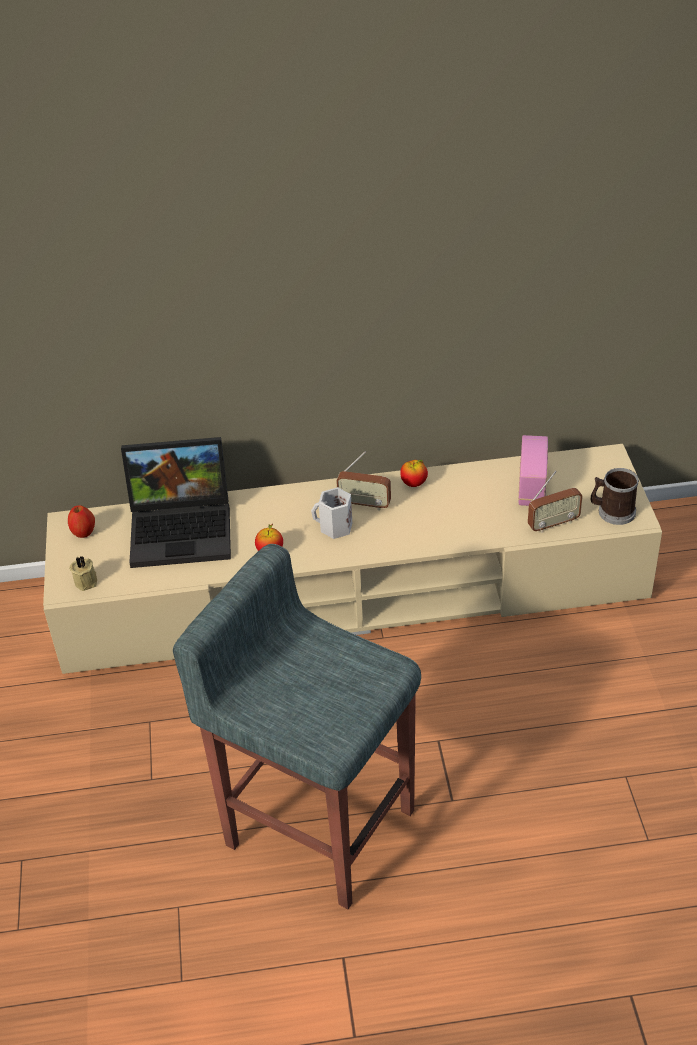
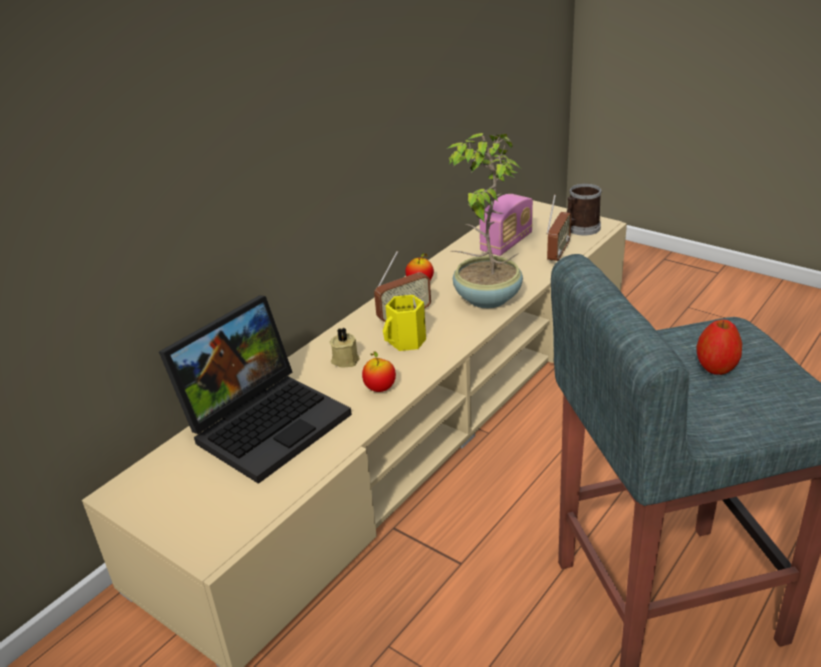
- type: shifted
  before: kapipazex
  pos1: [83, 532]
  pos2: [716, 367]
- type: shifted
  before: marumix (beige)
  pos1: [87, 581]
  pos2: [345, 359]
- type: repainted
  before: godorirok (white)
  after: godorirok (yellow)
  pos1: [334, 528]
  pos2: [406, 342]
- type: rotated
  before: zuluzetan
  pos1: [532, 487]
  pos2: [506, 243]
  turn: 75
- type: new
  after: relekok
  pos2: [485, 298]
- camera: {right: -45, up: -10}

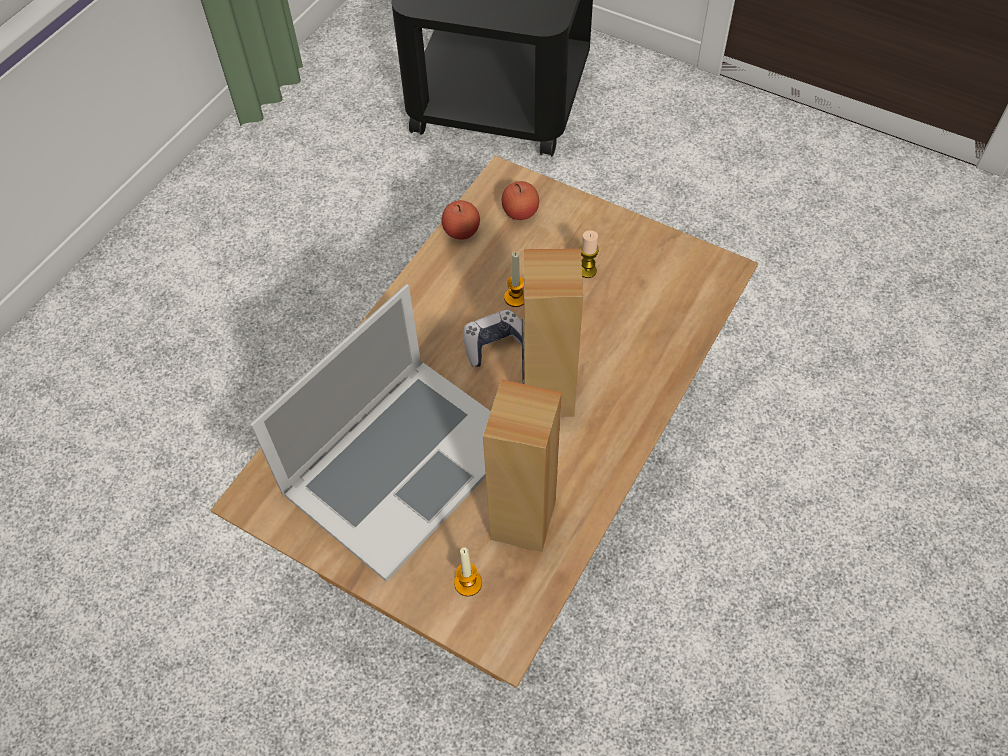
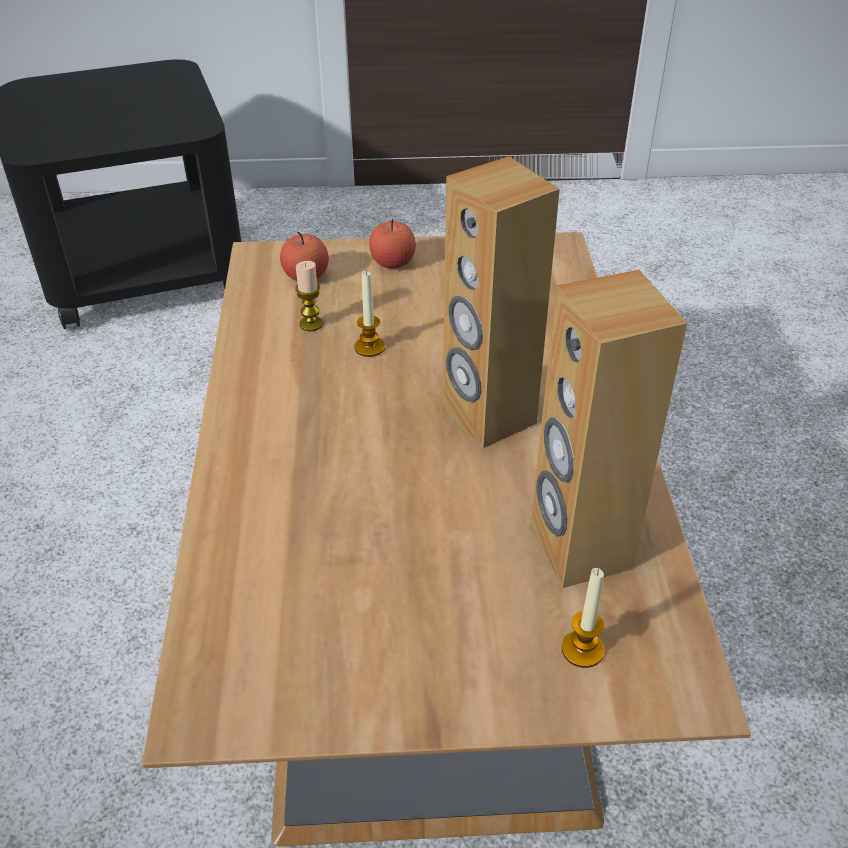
- type: gone
  before: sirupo
  pos1: [401, 463]
- type: shifted
  before: kapipazex
  pos1: [461, 231]
  pos2: [392, 262]
- type: gone
  before: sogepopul
  pos1: [495, 343]
- type: shifted
  before: marumix
  pos1: [587, 271]
  pos2: [311, 324]
- camera: {right: -35, up: -15}

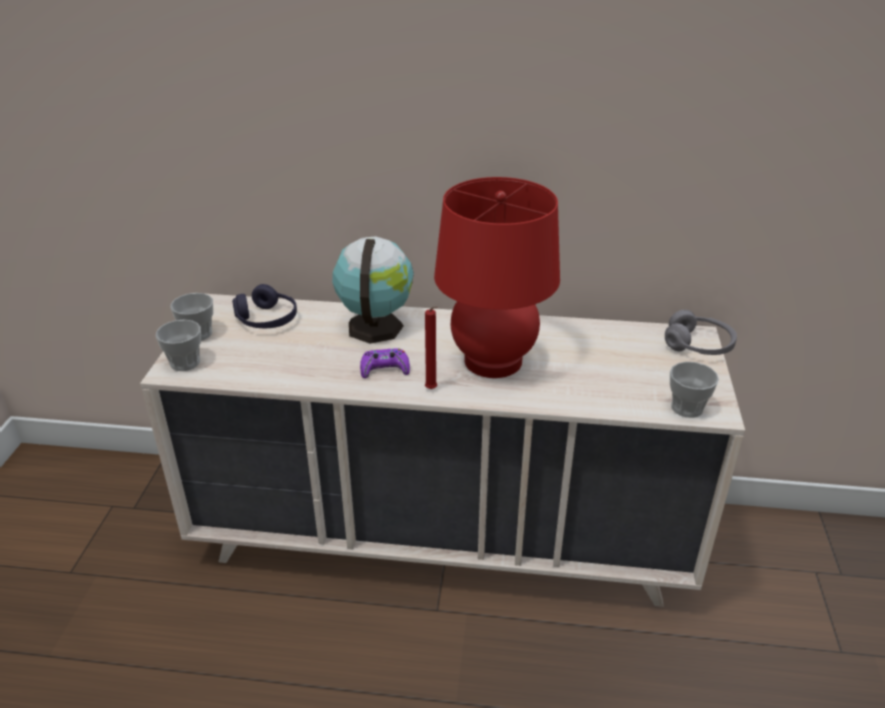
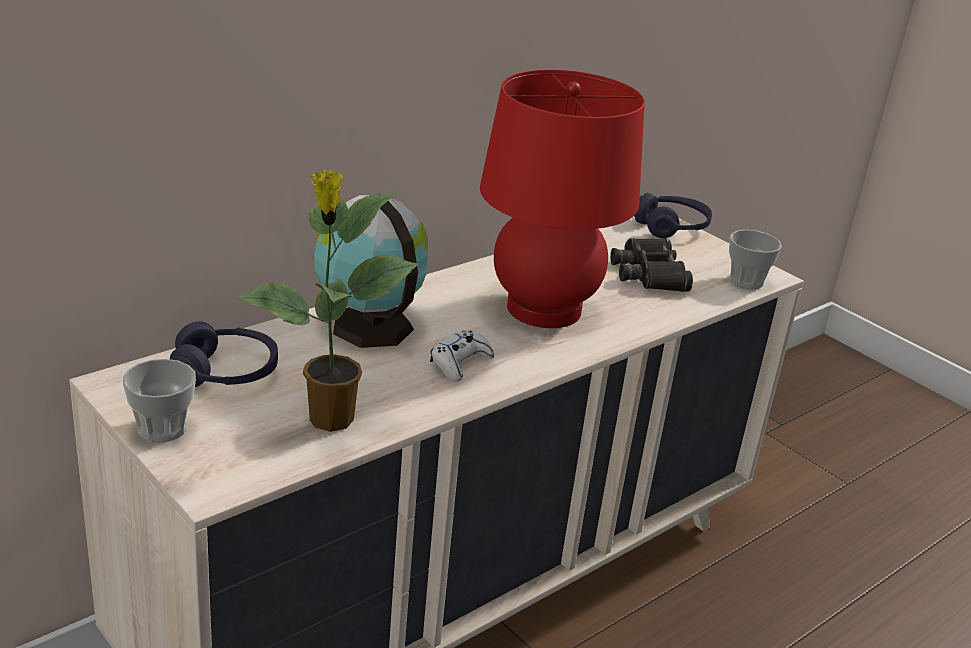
- type: gone
  before: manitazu
  pos1: [185, 363]
- type: repainted
  before: sogepopul (purple)
  after: sogepopul (white)
  pos1: [384, 369]
  pos2: [460, 363]
- type: gone
  before: marumix (red)
  pos1: [432, 390]
- type: repainted
  before: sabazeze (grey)
  after: sabazeze (purple)
  pos1: [698, 345]
  pos2: [671, 227]
- type: new
  after: relekok
  pos2: [329, 420]
- type: new
  after: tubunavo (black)
  pos2: [650, 273]
- camera: {right: -50, up: -5}

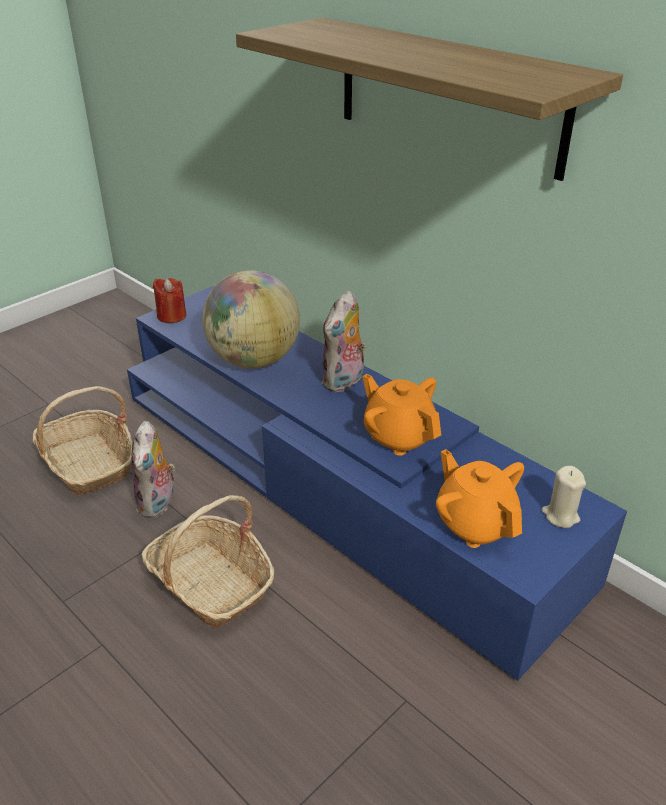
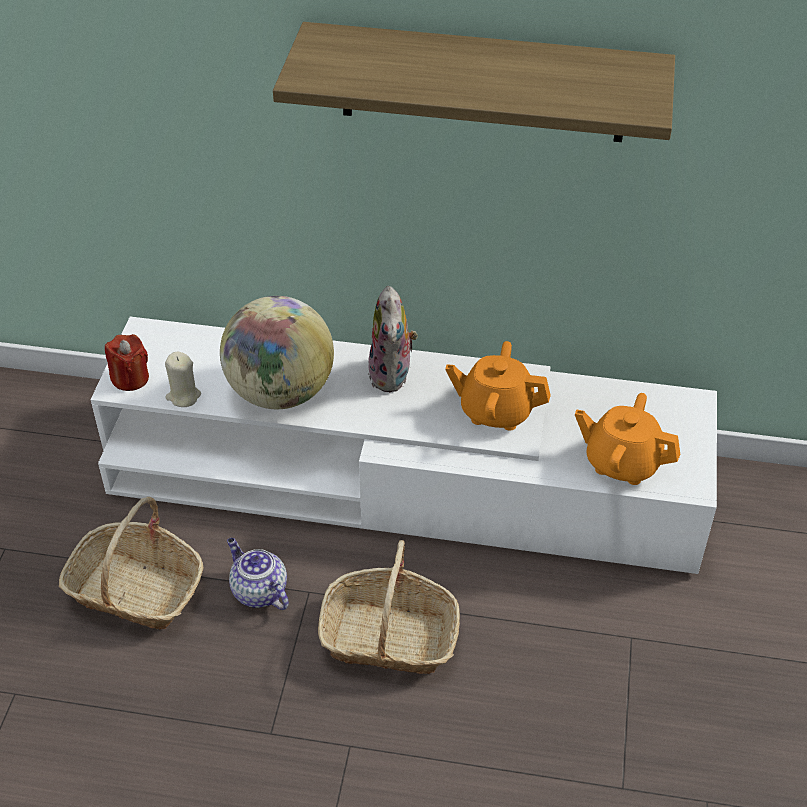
- type: repainted
  before: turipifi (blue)
  after: turipifi (white)
  pos1: [333, 482]
  pos2: [403, 479]
- type: swapped
  before: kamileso
  after: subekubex
  pos1: [158, 503]
  pos2: [258, 591]
- type: shifted
  before: marumix (beige)
  pos1: [560, 515]
  pos2: [183, 396]
- camera: {right: -35, up: 10}

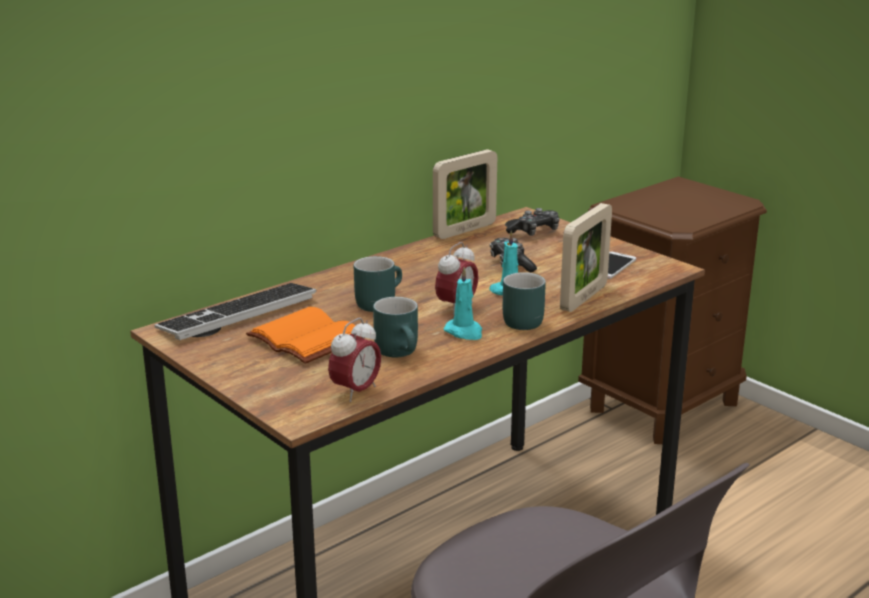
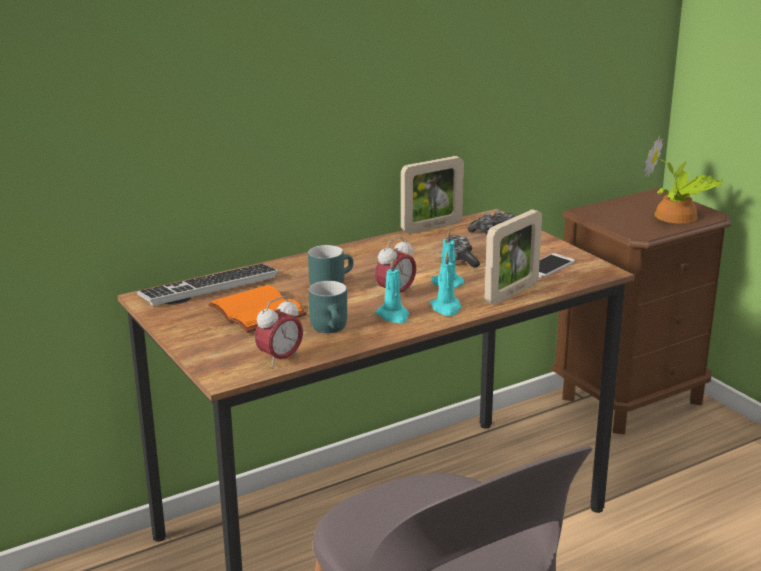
- type: swapped
  before: godorirok (turquoise)
  after: marumix (turquoise)
  pos1: [519, 319]
  pos2: [446, 308]
- type: new
  after: relekok
  pos2: [677, 217]
- camera: {right: 10, up: 0}

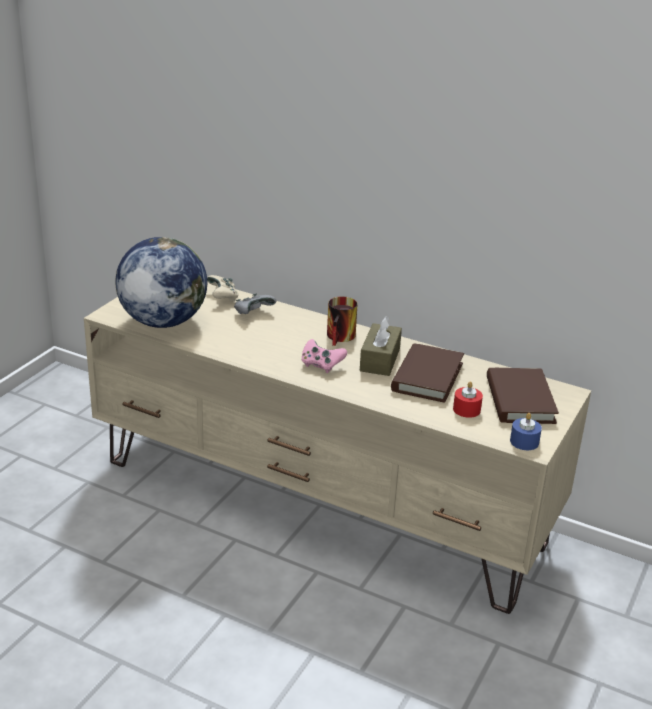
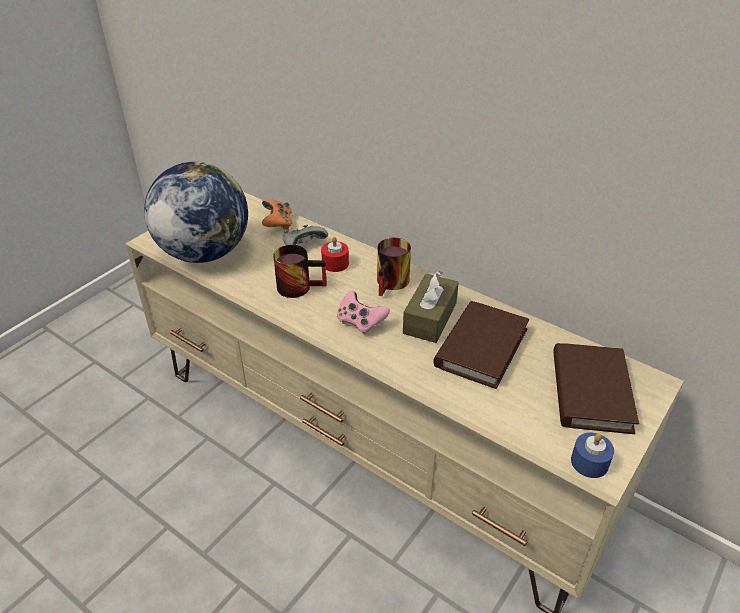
- type: repainted
  before: sogepopul (beige)
  after: sogepopul (orange)
  pos1: [223, 297]
  pos2: [277, 224]
- type: shifted
  before: marumix (red)
  pos1: [466, 409]
  pos2: [335, 263]
- type: new
  after: godorirok
  pos2: [300, 285]
- camera: {right: 10, up: 10}

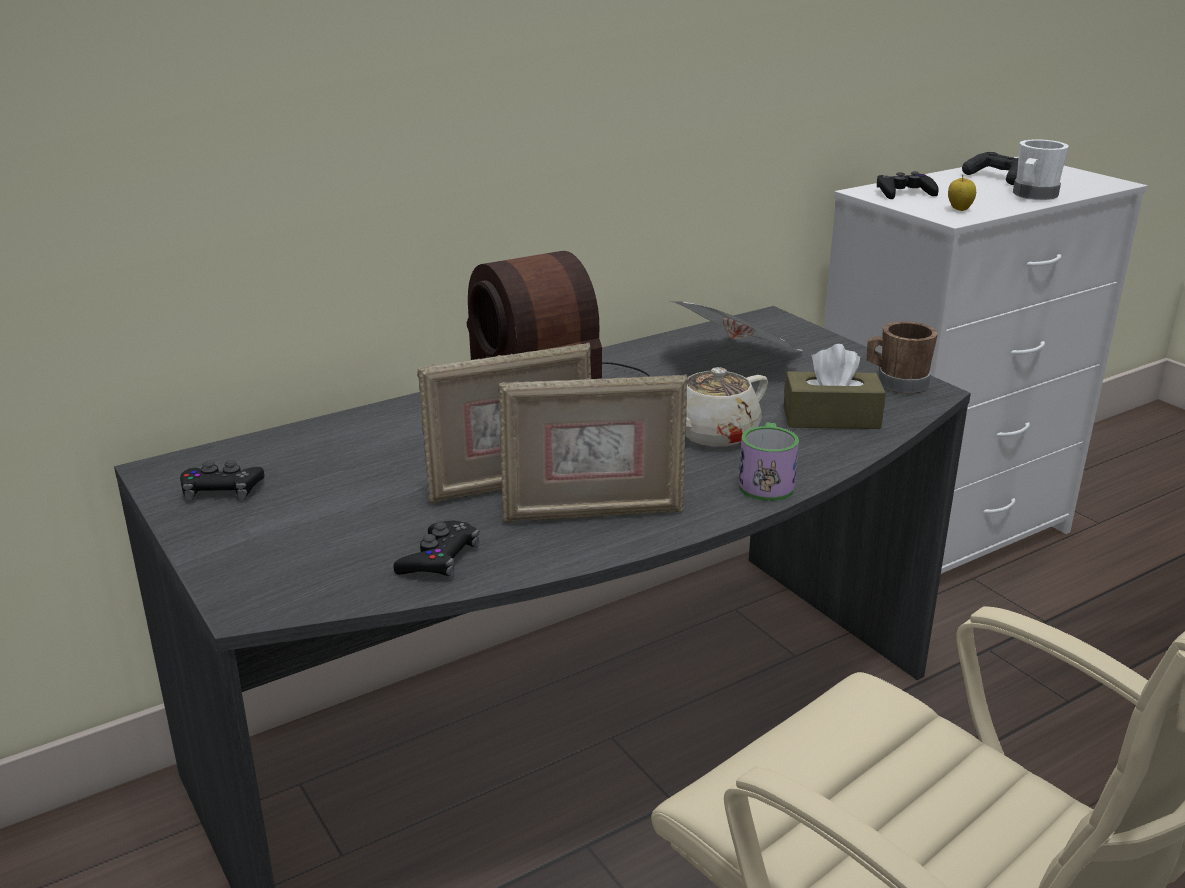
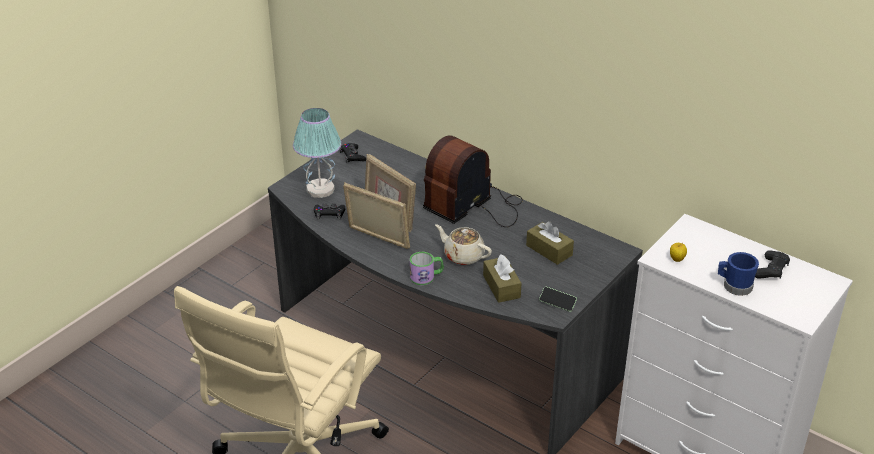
- type: rotated
  before: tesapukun
  pos1: [592, 513]
  pos2: [377, 239]
  turn: 150
- type: swapped
  before: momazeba
  after: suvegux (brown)
  pos1: [738, 363]
  pos2: [549, 250]
- type: swapped
  before: godorirok (brown)
  after: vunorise
  pos1: [896, 383]
  pos2: [557, 303]
- type: gone
  before: sogepopul (black)
  pos1: [904, 193]
- type: repainted
  before: godorirok (white)
  after: godorirok (blue)
  pos1: [1033, 196]
  pos2: [734, 286]
- type: new
  after: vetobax
  pos2: [320, 190]
- camera: {right: 70, up: 10}

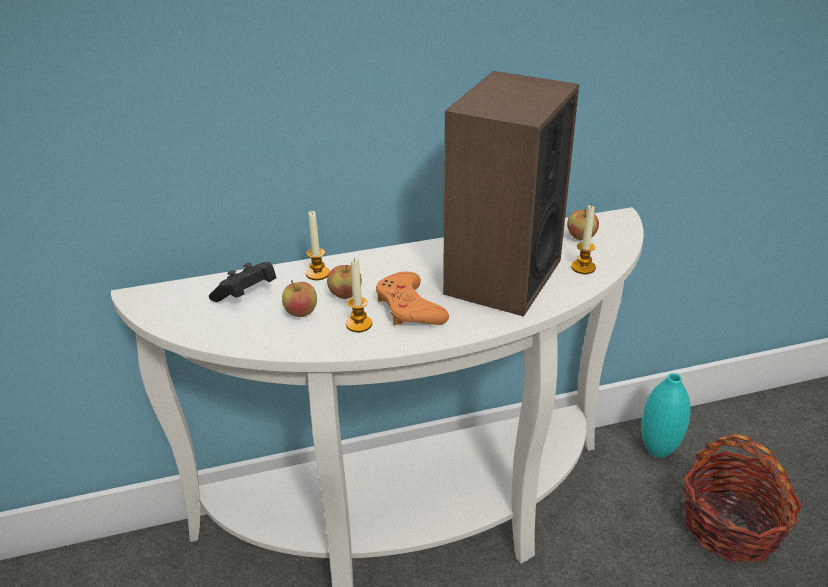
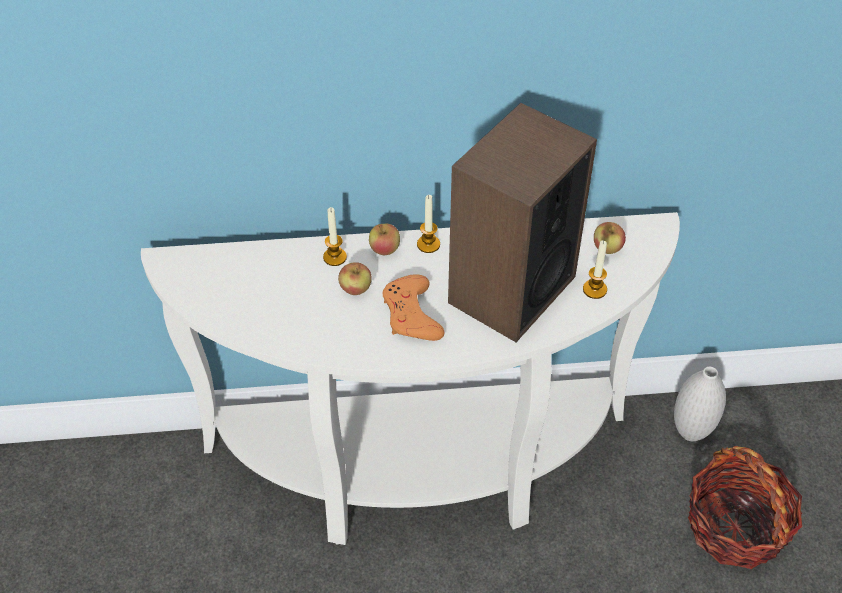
- type: gone
  before: sogepopul (black)
  pos1: [247, 294]
- type: shifted
  before: kapipazex
  pos1: [301, 313]
  pos2: [384, 250]
- type: shifted
  before: marumix
  pos1: [359, 324]
  pos2: [428, 244]
- type: repainted
  before: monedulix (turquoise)
  after: monedulix (white)
  pos1: [658, 450]
  pos2: [690, 432]
- camera: {right: 10, up: 15}

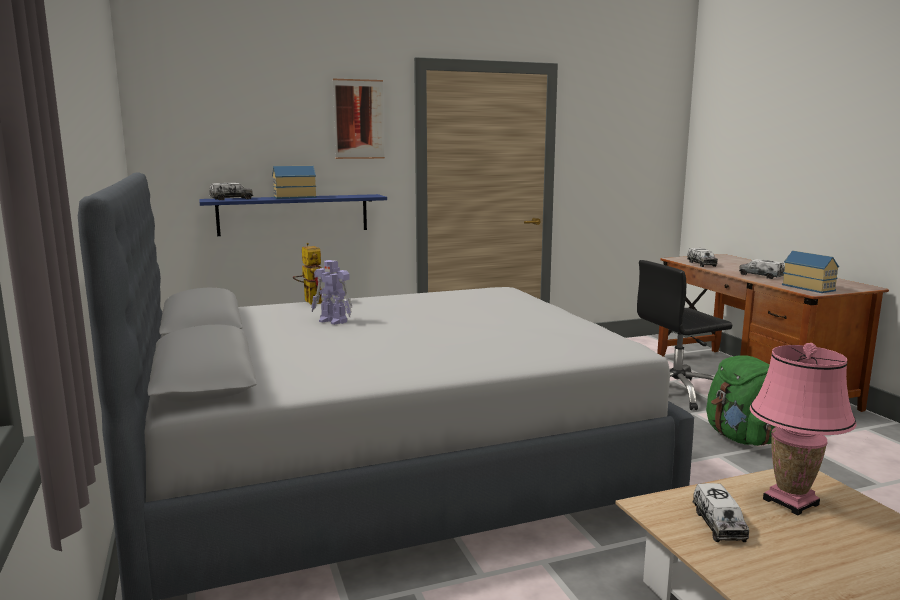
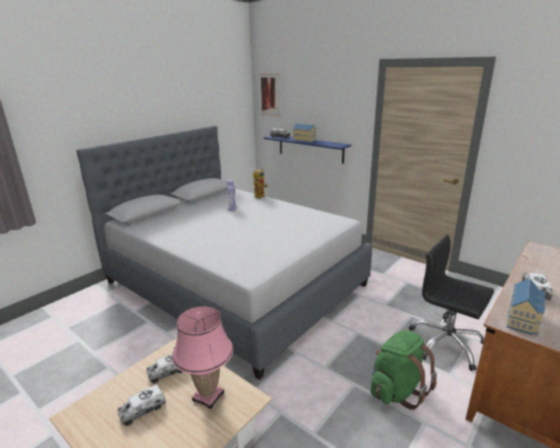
- type: shifted
  before: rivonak
  pos1: [359, 119]
  pos2: [270, 95]
- type: shifted
  before: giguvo
  pos1: [701, 264]
  pos2: [142, 410]
- camera: {right: 60, up: 10}

